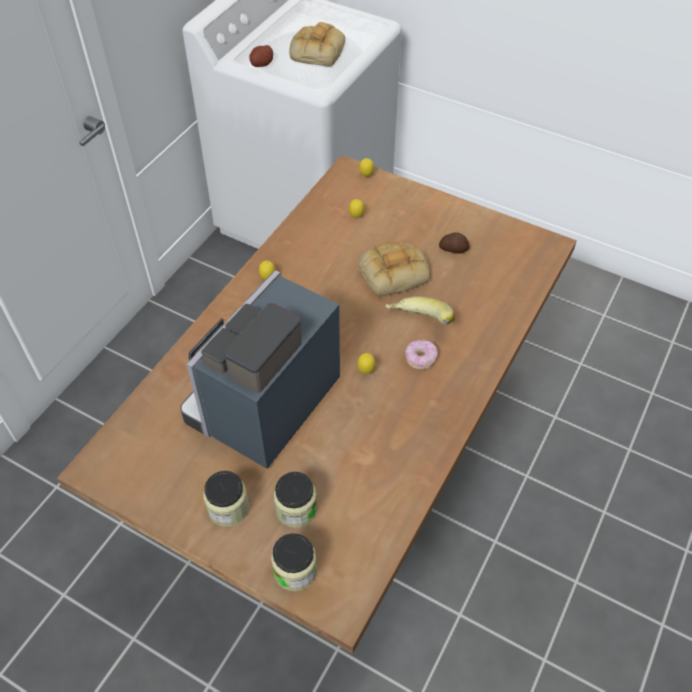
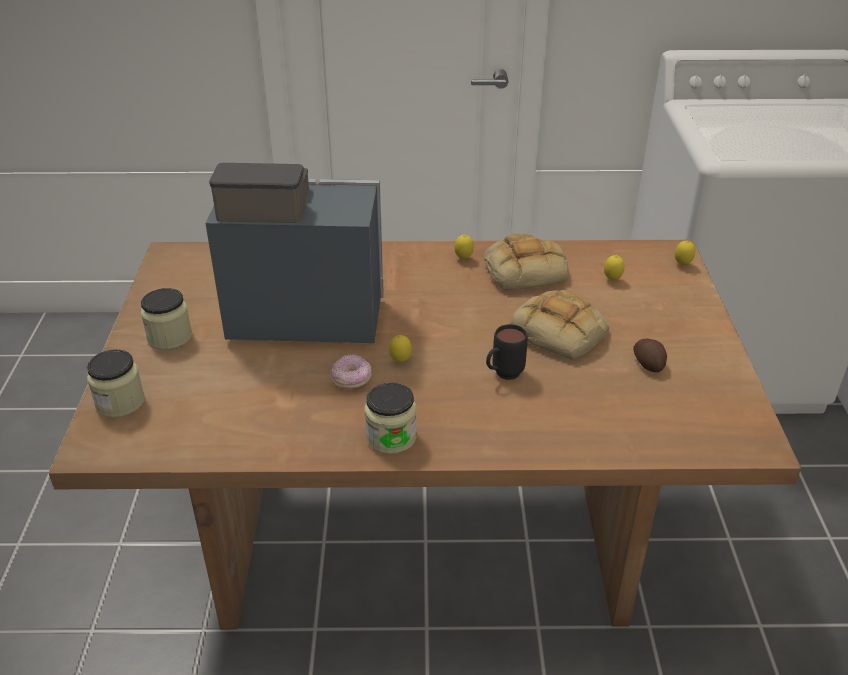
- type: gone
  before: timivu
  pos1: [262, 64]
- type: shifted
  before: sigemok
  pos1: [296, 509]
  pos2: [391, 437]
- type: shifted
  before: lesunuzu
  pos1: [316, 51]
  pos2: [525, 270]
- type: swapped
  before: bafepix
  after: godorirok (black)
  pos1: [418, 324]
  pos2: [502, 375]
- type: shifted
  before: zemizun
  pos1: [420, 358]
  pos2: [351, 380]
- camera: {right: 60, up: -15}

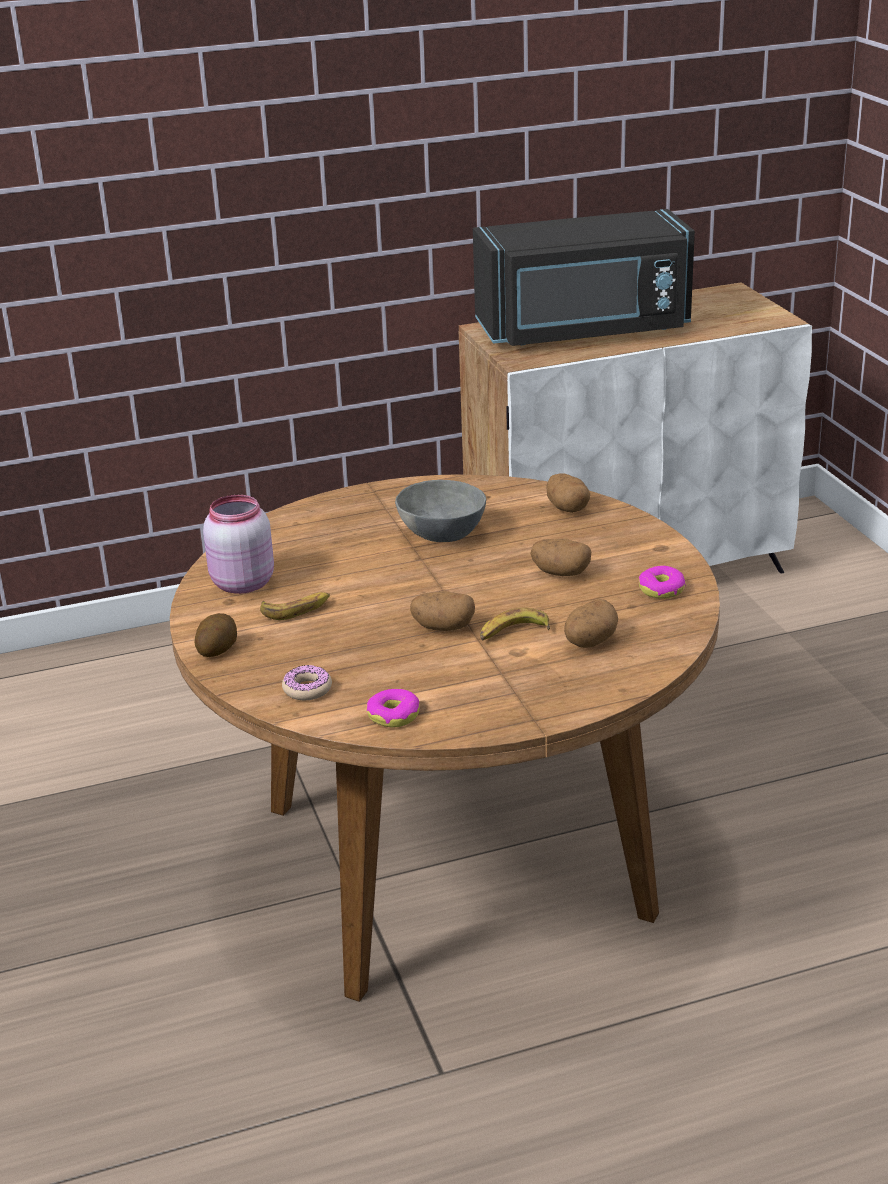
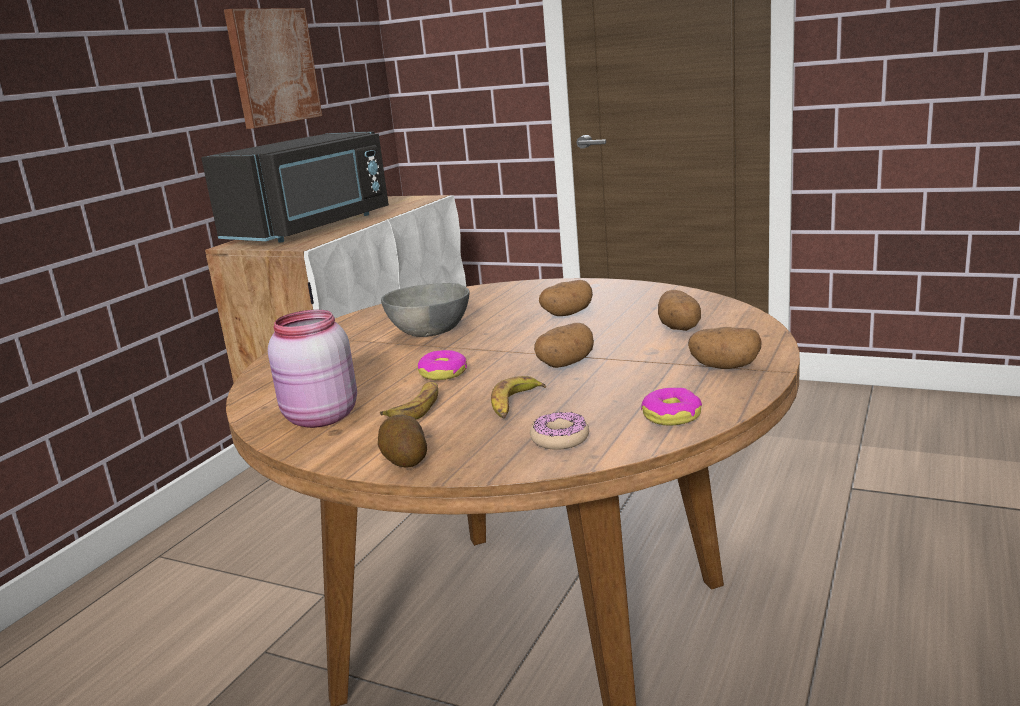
- type: shifted
  before: bafepix
  pos1: [513, 632]
  pos2: [514, 405]
- type: shifted
  before: timivu
  pos1: [567, 508]
  pos2: [724, 367]
- type: shifted
  before: zemizun
  pos1: [661, 589]
  pos2: [443, 373]
- type: new
  after: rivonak
  pos2: [272, 67]
- camera: {right: -45, up: -10}

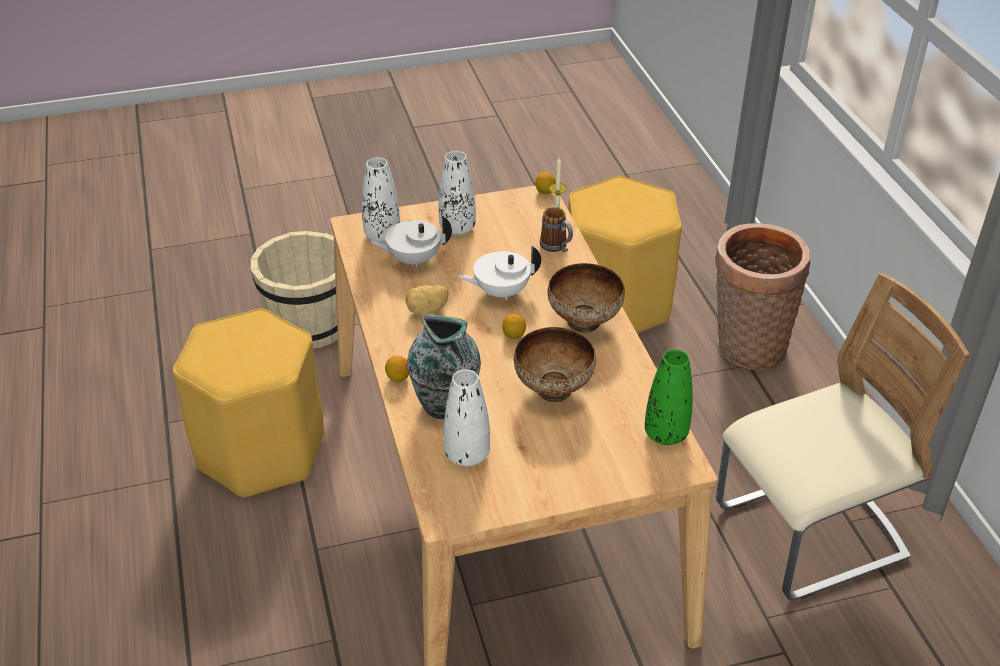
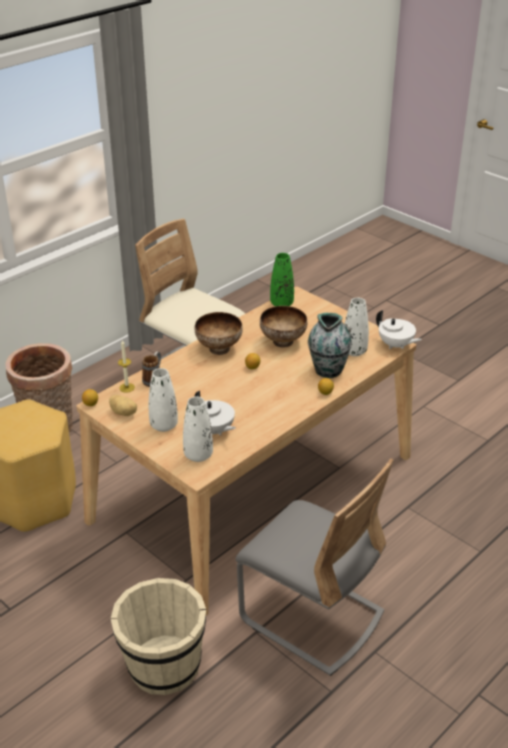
- type: swapped
  before: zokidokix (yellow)
  after: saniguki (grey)
  pos1: [261, 450]
  pos2: [311, 616]
- type: shifted
  before: timivu
  pos1: [427, 310]
  pos2: [124, 413]
- type: shifted
  before: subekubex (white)
  pos1: [501, 292]
  pos2: [395, 345]
- camera: {right: -120, up: -5}

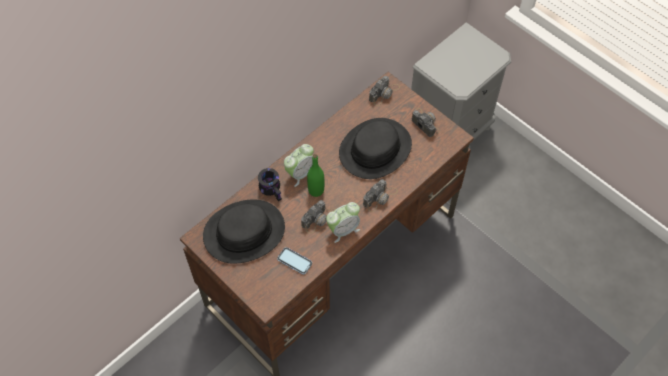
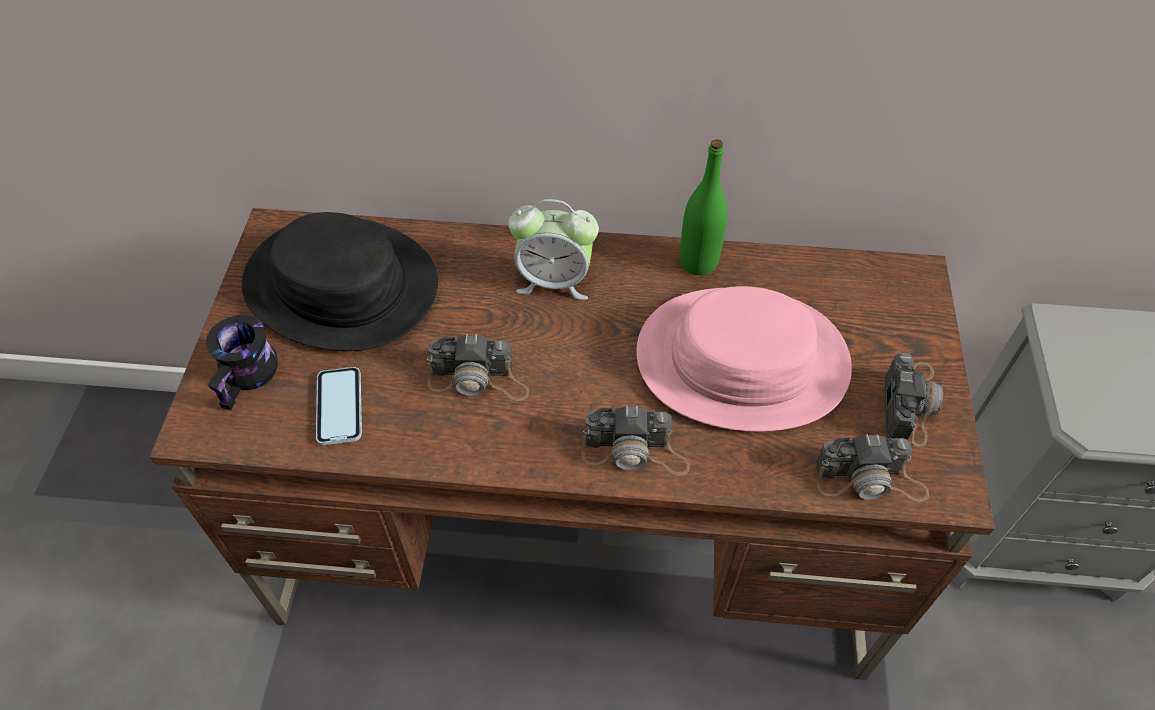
- type: shifted
  before: godorirok (black)
  pos1: [272, 188]
  pos2: [250, 377]
- type: shifted
  before: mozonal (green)
  pos1: [316, 190]
  pos2: [698, 262]
- type: gone
  before: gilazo
  pos1: [343, 230]
- type: repainted
  before: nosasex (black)
  after: nosasex (pink)
  pos1: [375, 149]
  pos2: [742, 361]
- type: shifted
  before: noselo
  pos1: [384, 93]
  pos2: [870, 480]
- camera: {right: 50, up: -5}

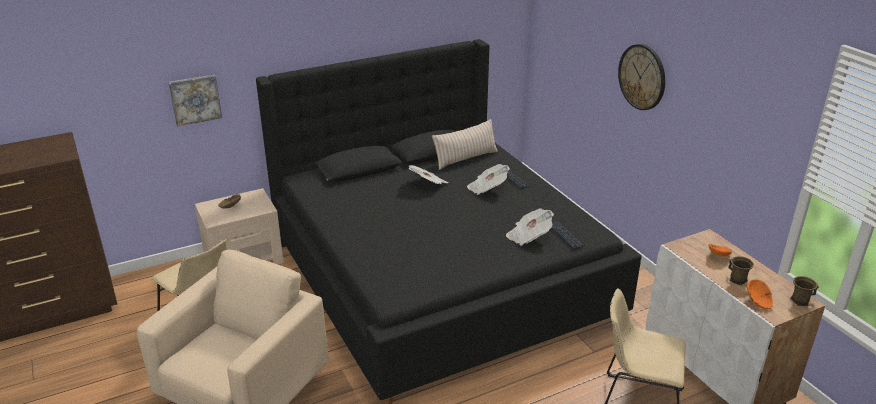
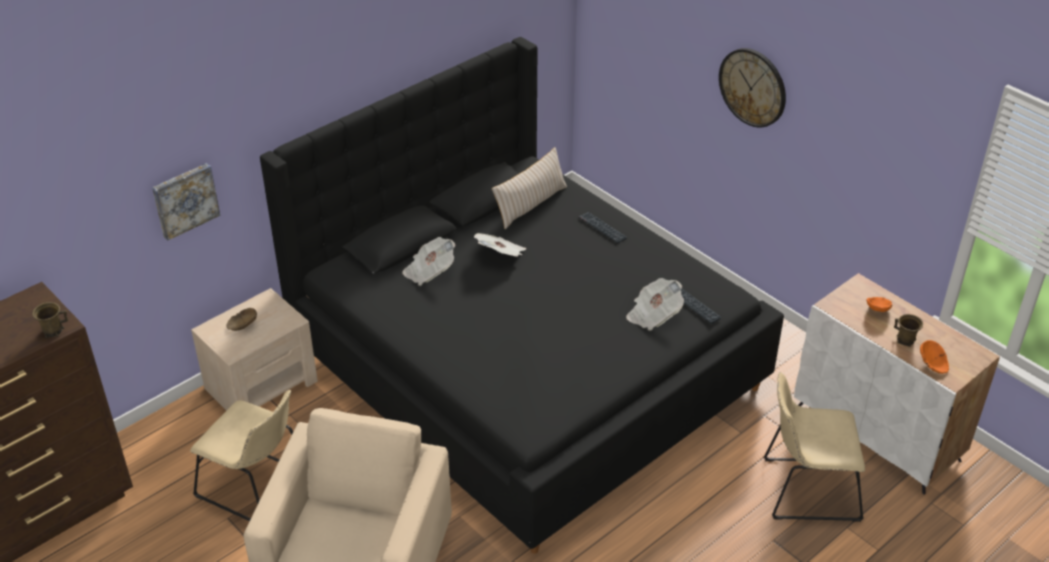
- type: shifted
  before: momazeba
  pos1: [487, 188]
  pos2: [429, 272]
- type: shifted
  before: godorirok (brown)
  pos1: [800, 301]
  pos2: [53, 330]
- camera: {right: -15, up: 10}

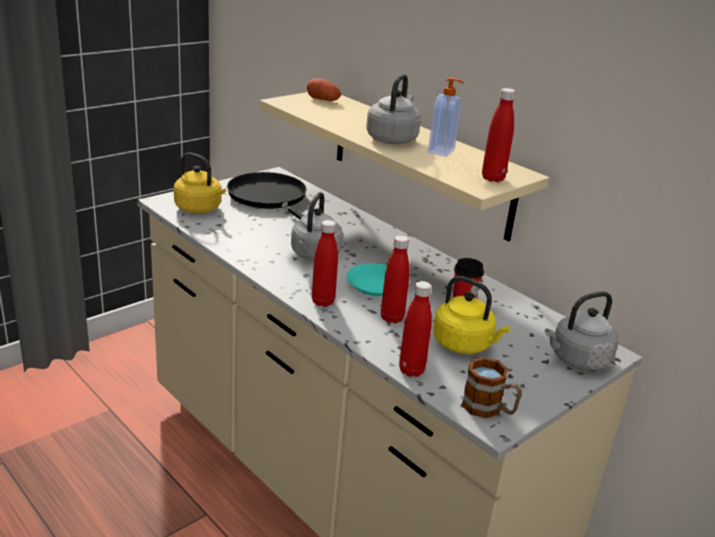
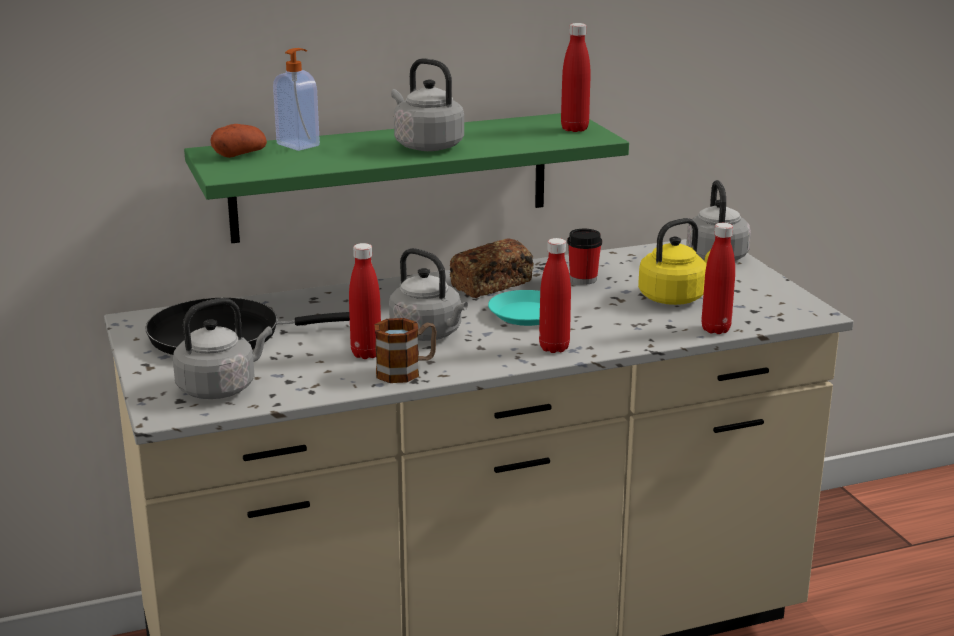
- type: repainted
  before: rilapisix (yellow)
  after: rilapisix (grey)
  pos1: [200, 209]
  pos2: [221, 388]
- type: repainted
  before: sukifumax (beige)
  after: sukifumax (green)
  pos1: [420, 162]
  pos2: [391, 176]
- type: shifted
  before: mozonal (red)
  pos1: [392, 318]
  pos2: [366, 354]
- type: shifted
  before: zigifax
  pos1: [442, 151]
  pos2: [299, 144]
- type: shifted
  before: godorirok
  pos1: [489, 409]
  pos2: [406, 371]
- type: new
  after: lesunuzu
  pos2: [491, 285]
- camera: {right: -65, up: -5}

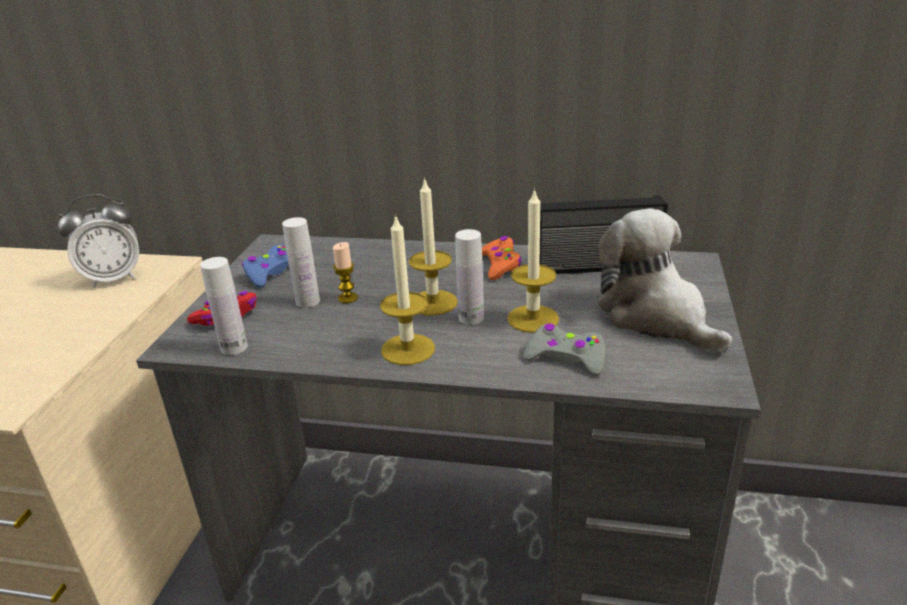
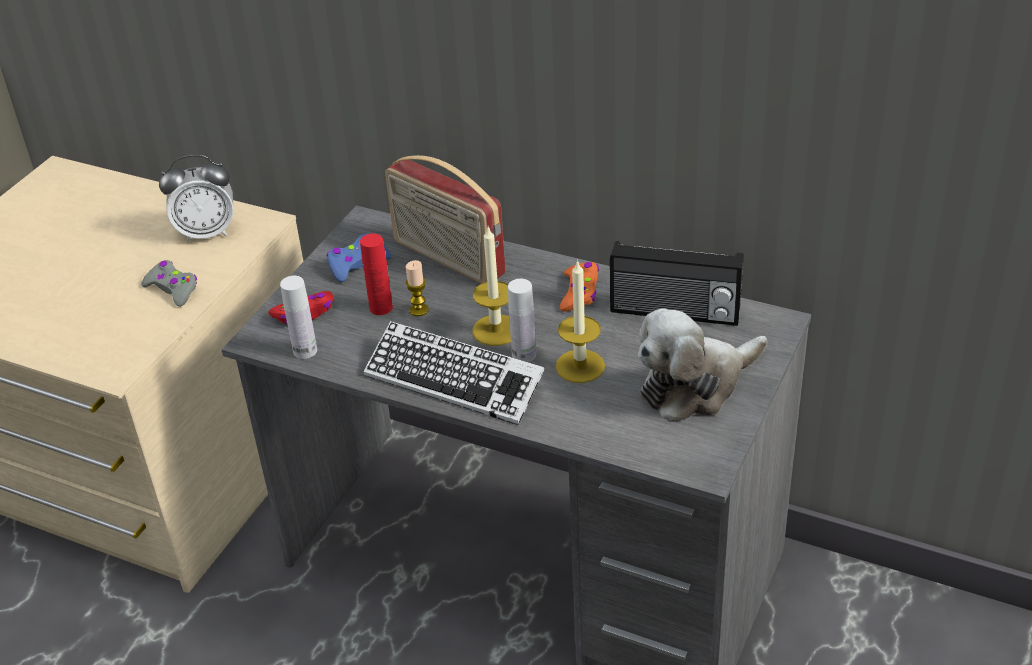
- type: repainted
  before: mozonal (white)
  after: mozonal (red)
  pos1: [307, 301]
  pos2: [381, 308]
- type: swapped
  before: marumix
  after: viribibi
  pos1: [408, 349]
  pos2: [454, 380]
- type: shifted
  before: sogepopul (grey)
  pos1: [566, 358]
  pos2: [173, 289]
- type: rotated
  before: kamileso
  pos1: [656, 317]
  pos2: [695, 385]
  turn: -105
- type: new
  after: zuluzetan
  pos2: [447, 259]
- camera: {right: 15, up: 10}

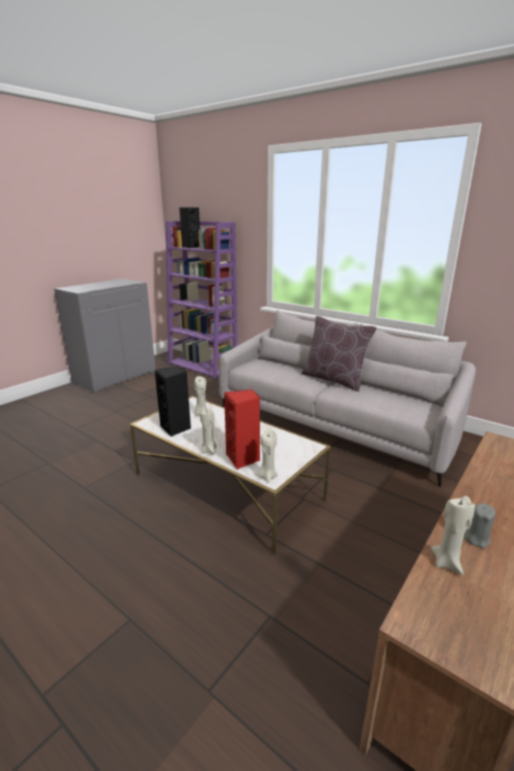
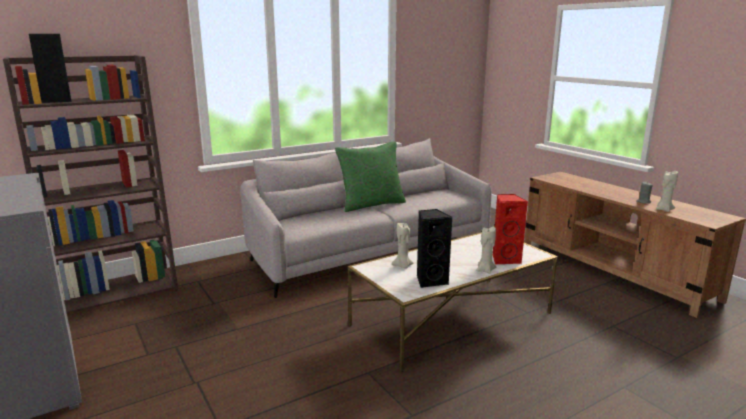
- type: repainted
  before: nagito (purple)
  after: nagito (brown)
  pos1: [203, 366]
  pos2: [117, 291]
- type: gone
  before: marumix (beige)
  pos1: [267, 476]
- type: repainted
  before: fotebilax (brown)
  after: fotebilax (green)
  pos1: [334, 379]
  pos2: [371, 204]
- camera: {right: -70, up: -5}

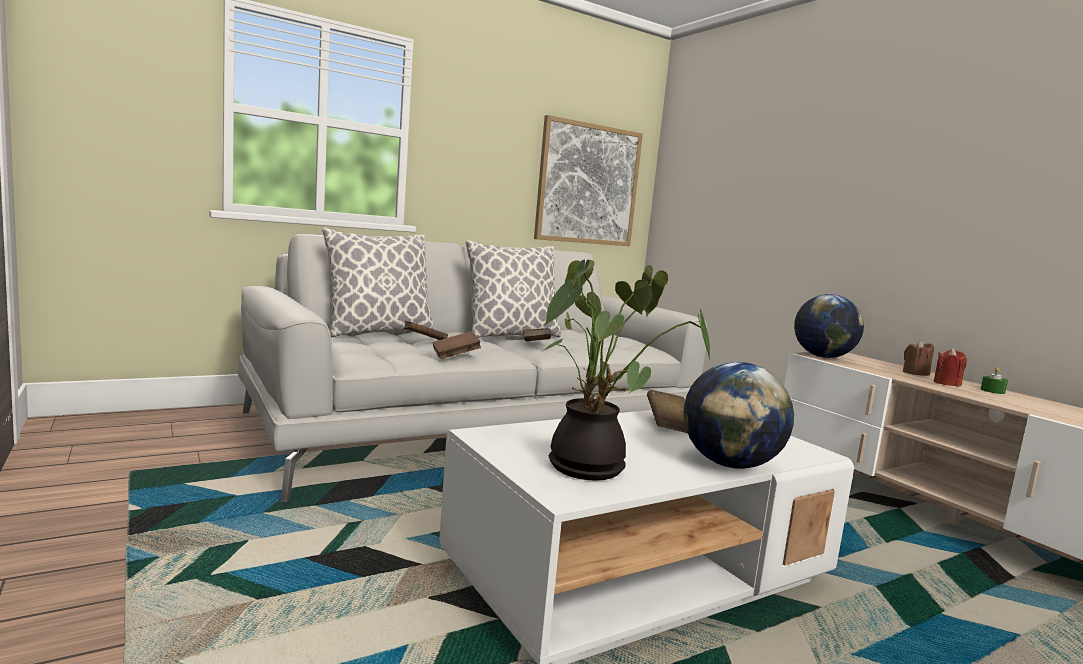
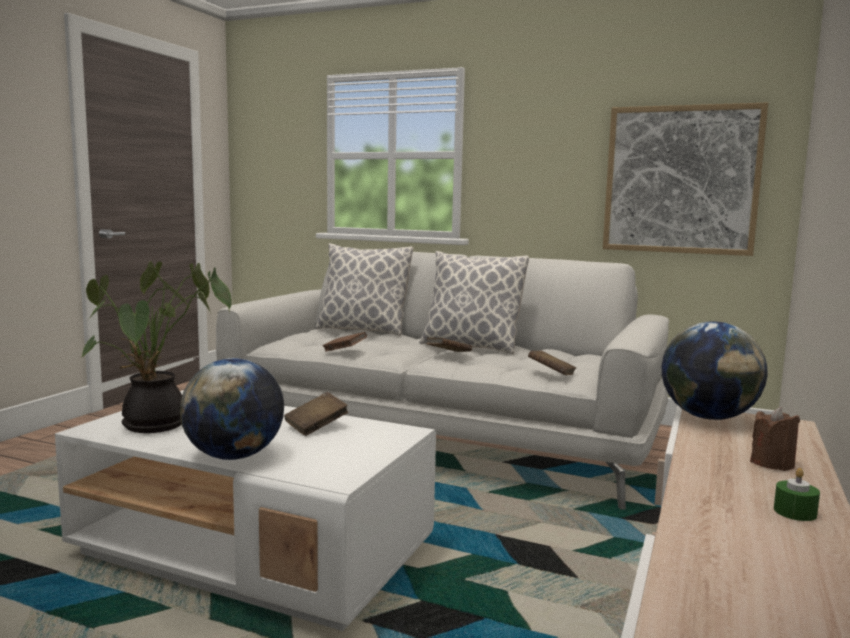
- type: shifted
  before: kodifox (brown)
  pos1: [424, 341]
  pos2: [551, 374]
- type: gone
  before: marumix (red)
  pos1: [947, 383]
- camera: {right: 55, up: 0}

